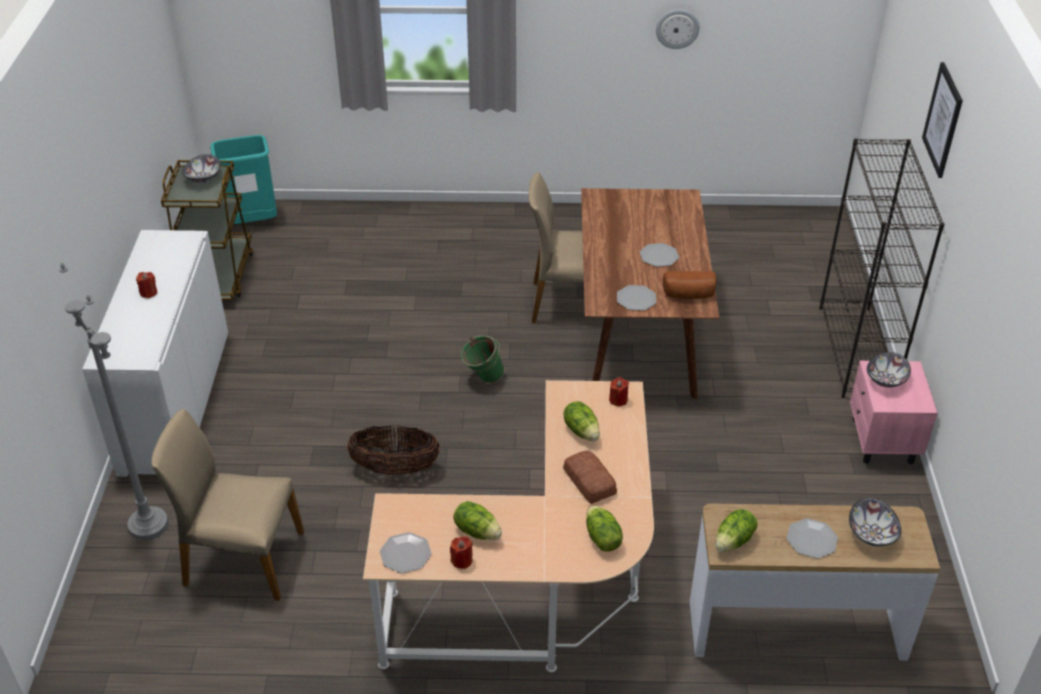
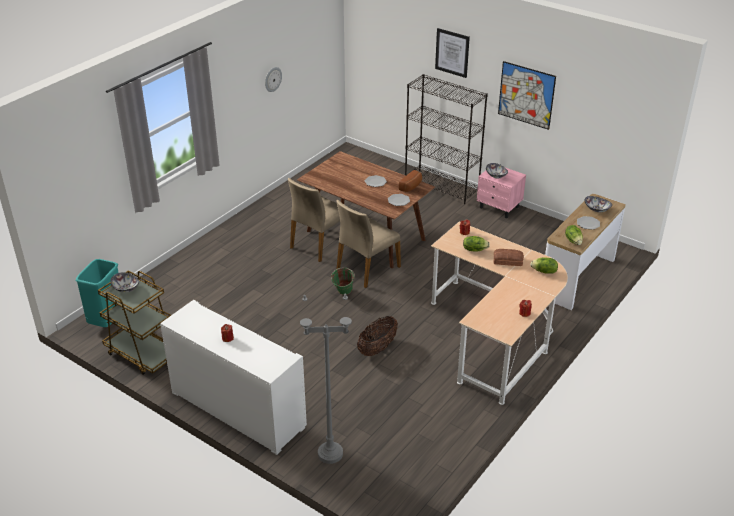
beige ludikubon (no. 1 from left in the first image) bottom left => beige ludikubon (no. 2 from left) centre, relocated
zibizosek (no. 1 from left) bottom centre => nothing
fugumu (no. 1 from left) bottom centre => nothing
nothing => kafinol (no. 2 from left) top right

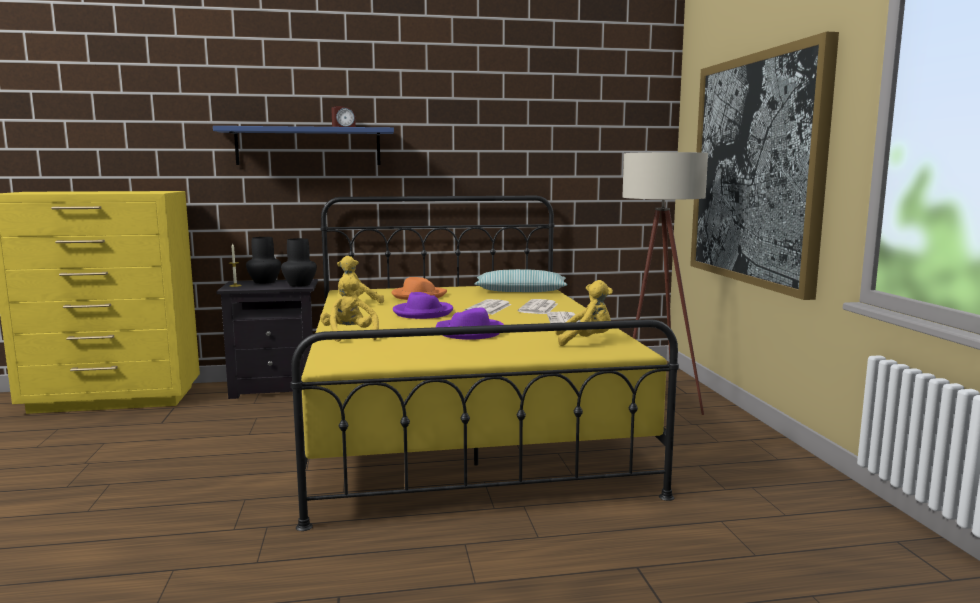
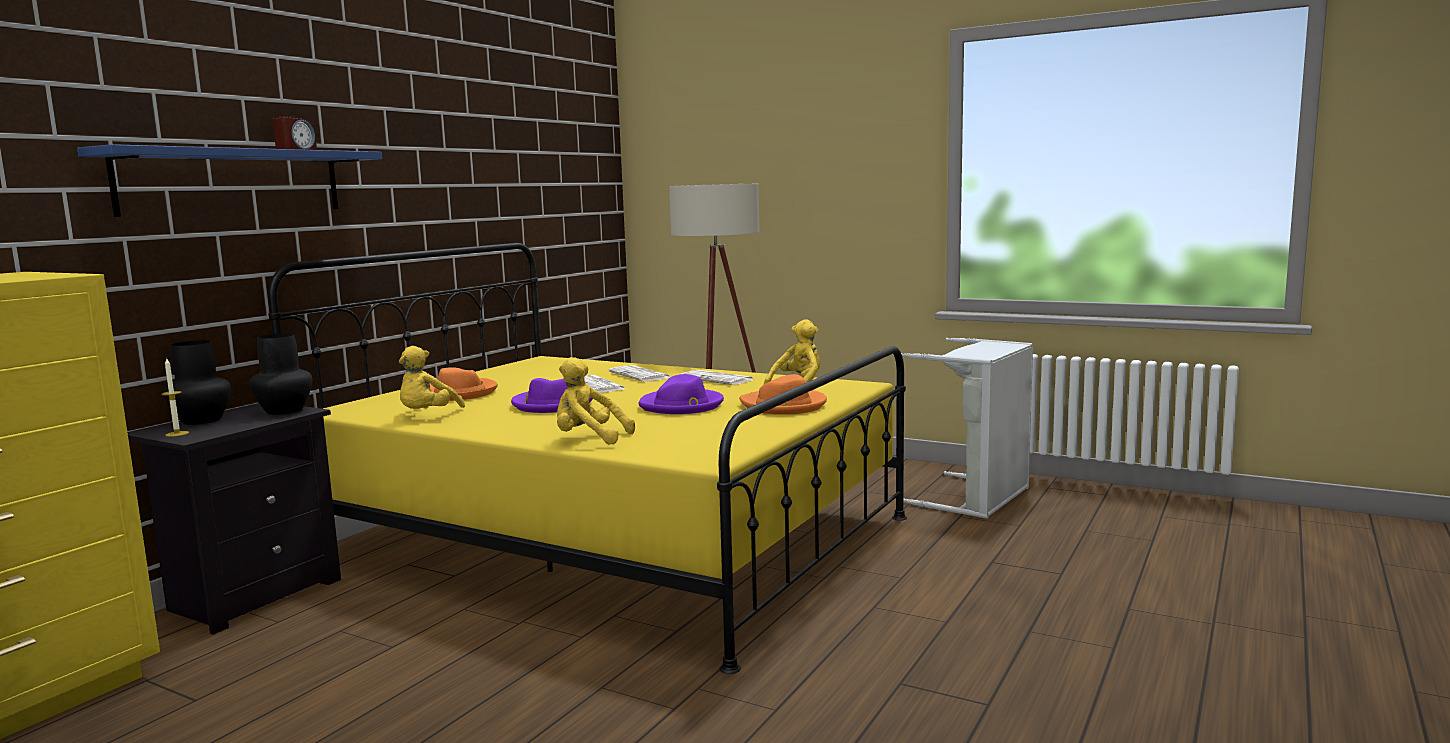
kafinol top right => nothing
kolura centre => nothing
nothing => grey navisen middle right
nothing => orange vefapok (no. 2 from left) centre

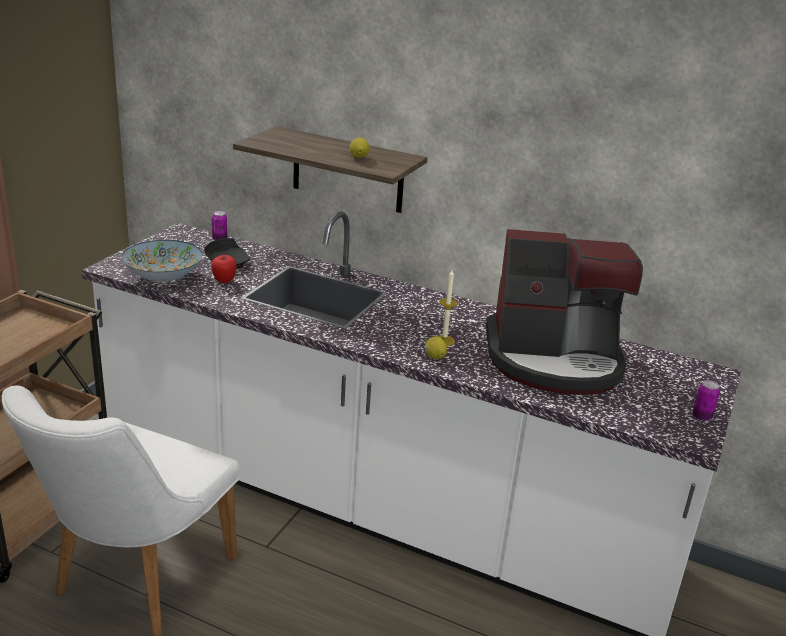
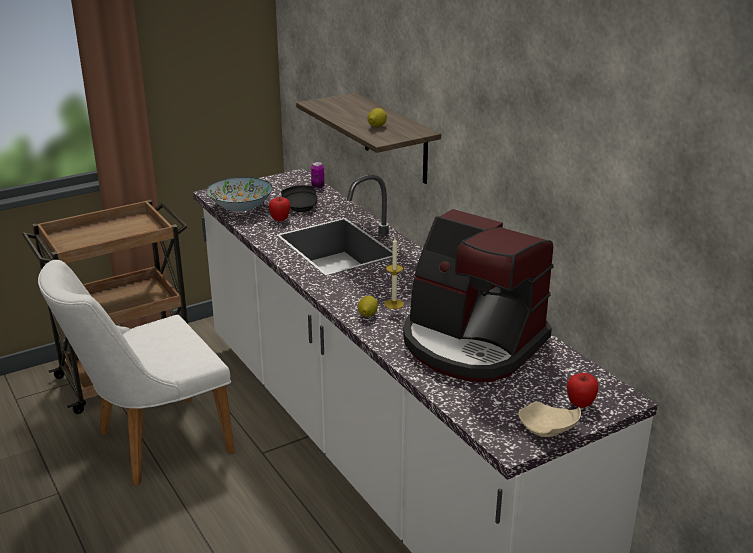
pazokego (no. 2 from left) middle right => beige fugumu bottom right
nothing => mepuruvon (no. 2 from left) bottom right

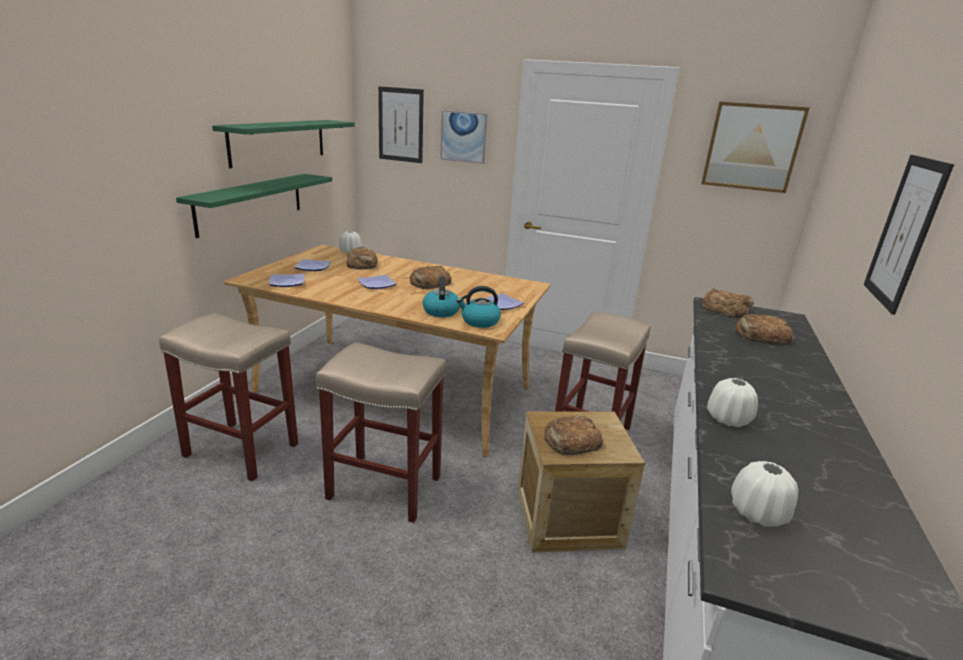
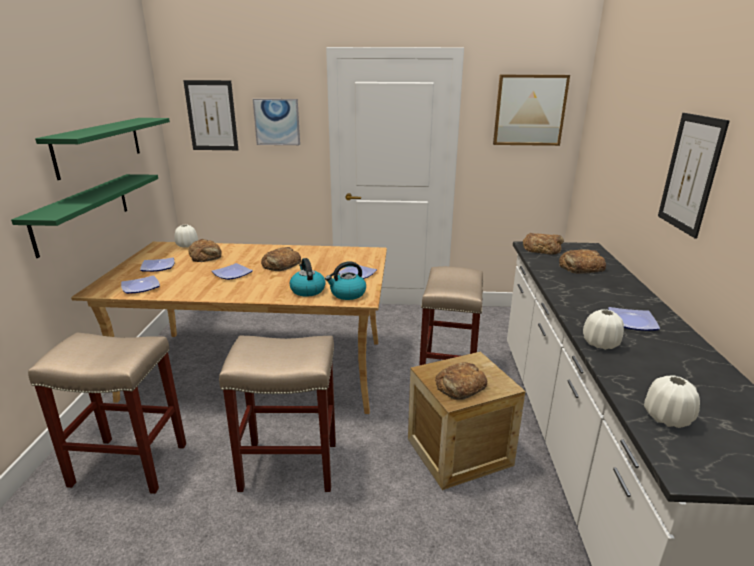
nothing => fugumu (no. 5 from left) middle right

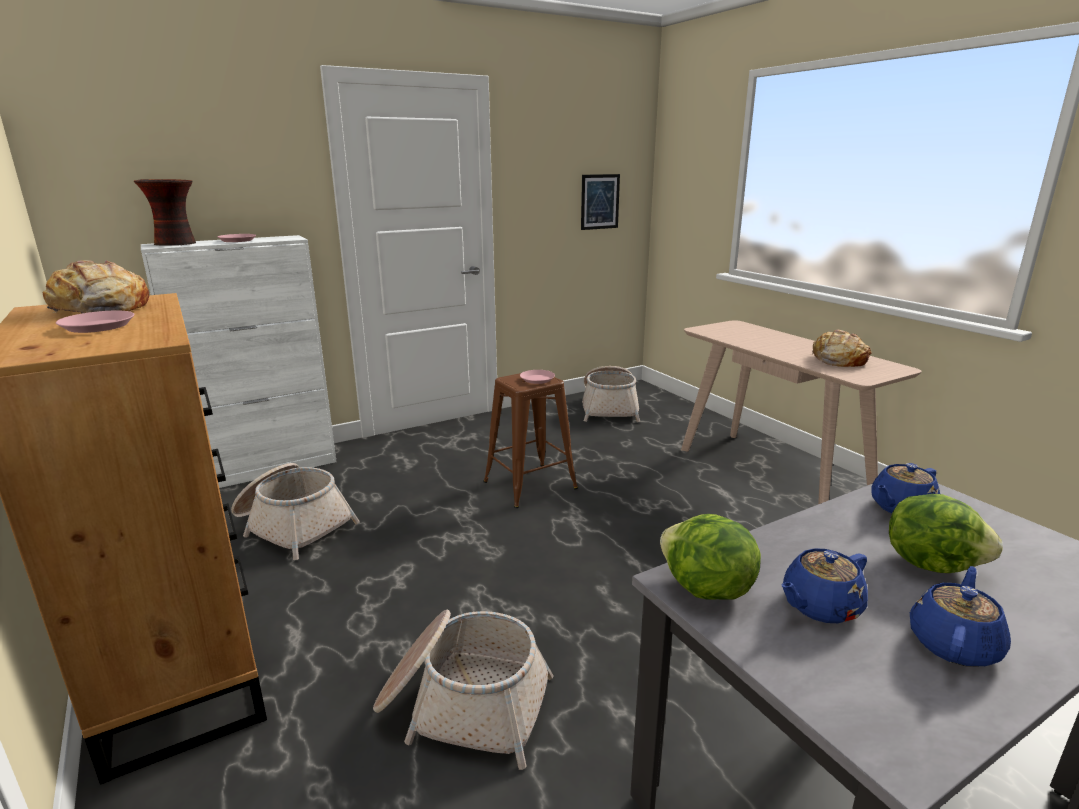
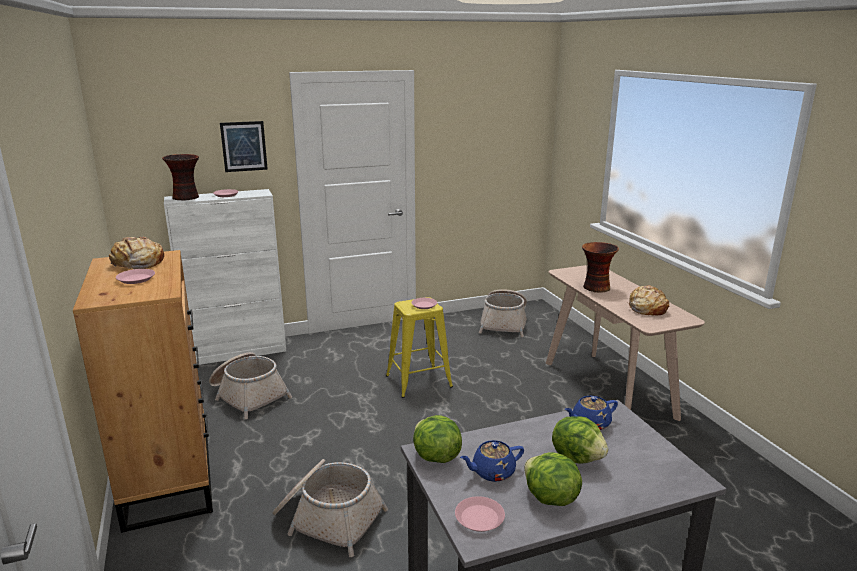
kafinol top centre => kafinol top left, relocated
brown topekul centre => yellow topekul centre
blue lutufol (no. 3 from left) bottom right => zibizosek (no. 2 from left) bottom centre
nothing => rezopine (no. 2 from left) middle right
nothing => pink fugumu (no. 4 from left) bottom centre

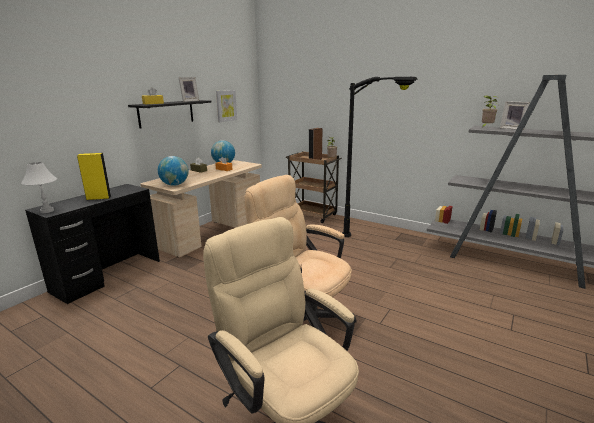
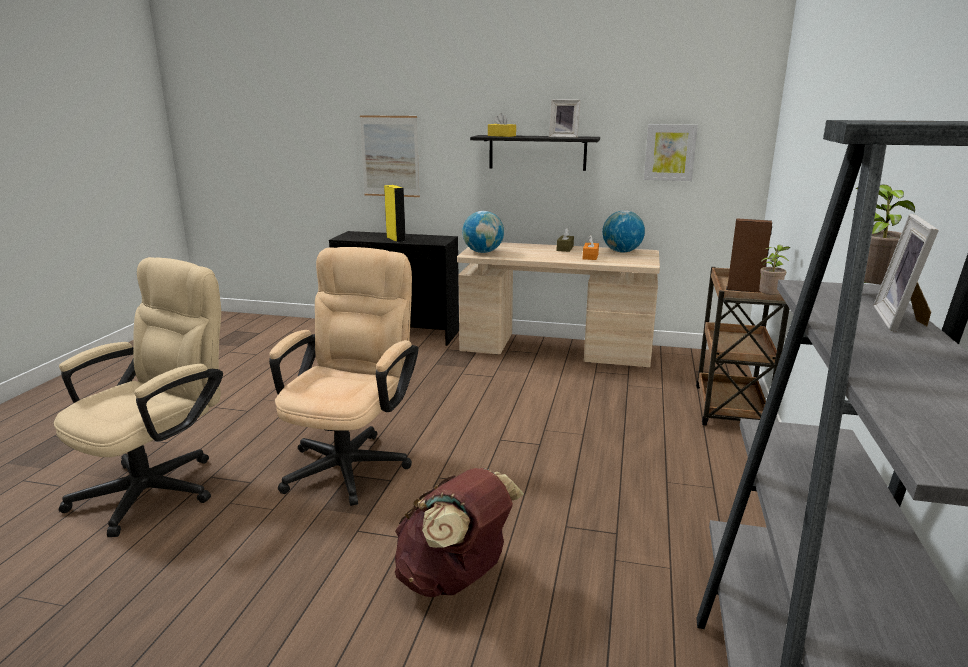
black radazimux centre => nothing
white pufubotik middle left => nothing
nothing => kafinol (no. 1 from left) top centre
nothing => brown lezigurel bottom centre

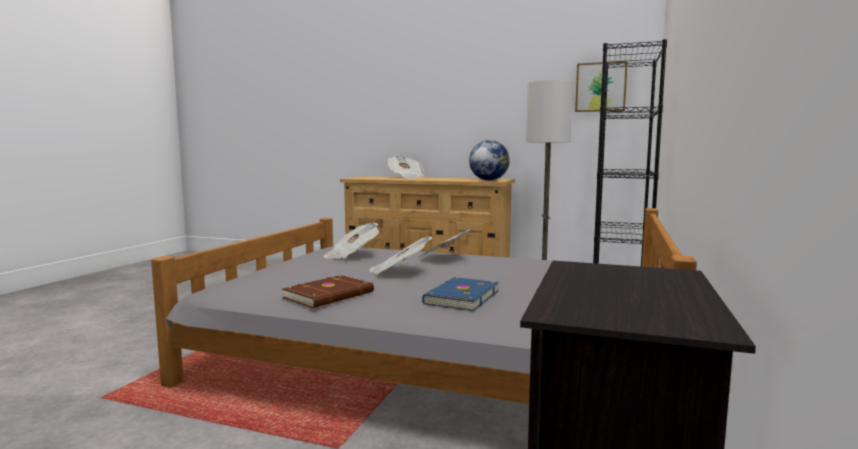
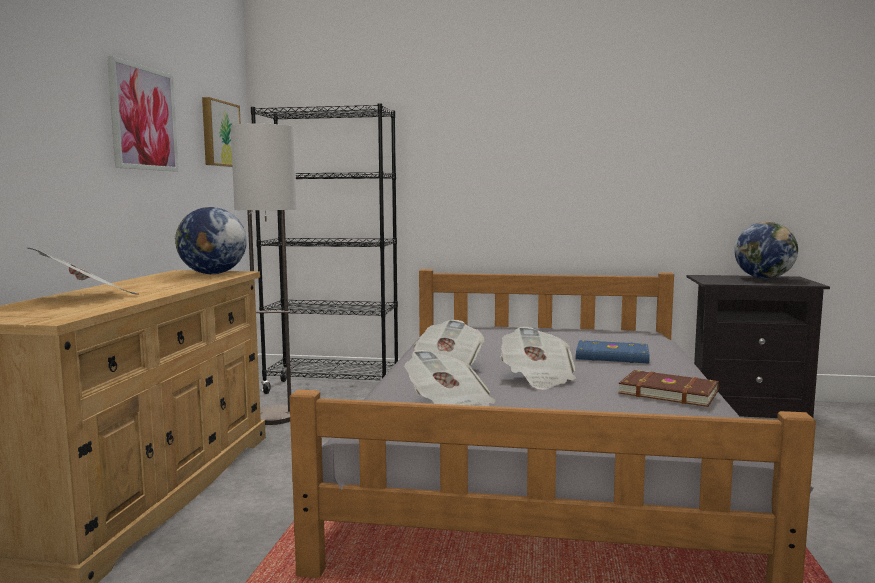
nothing => kafinol (no. 1 from left) top left
nothing => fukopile (no. 2 from left) middle right

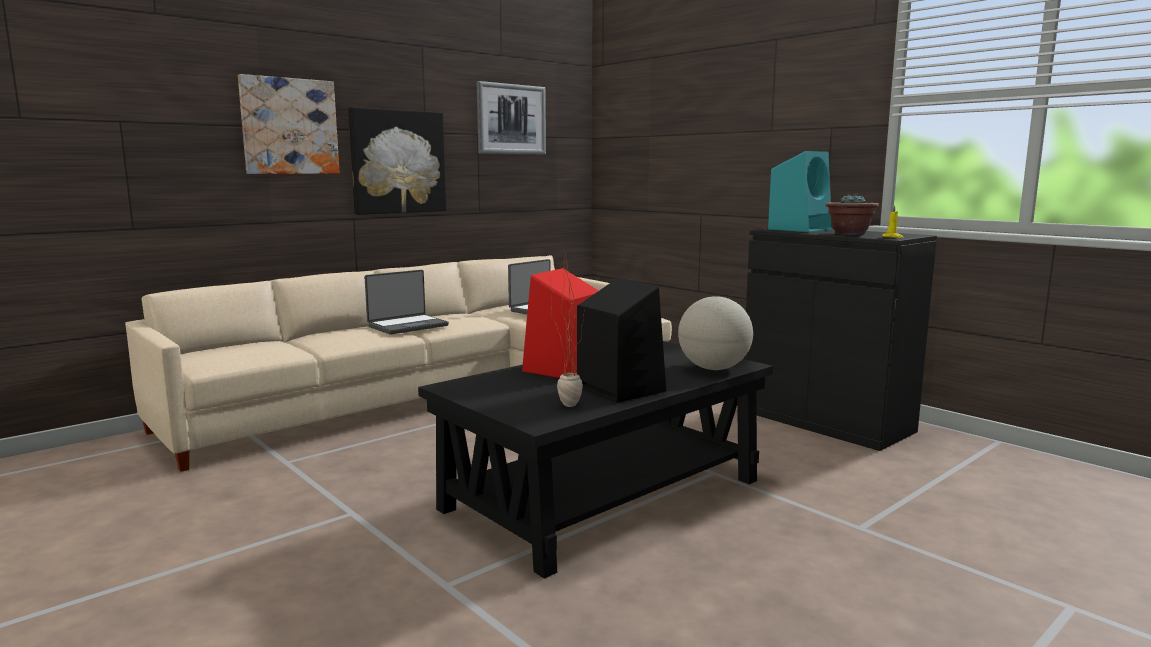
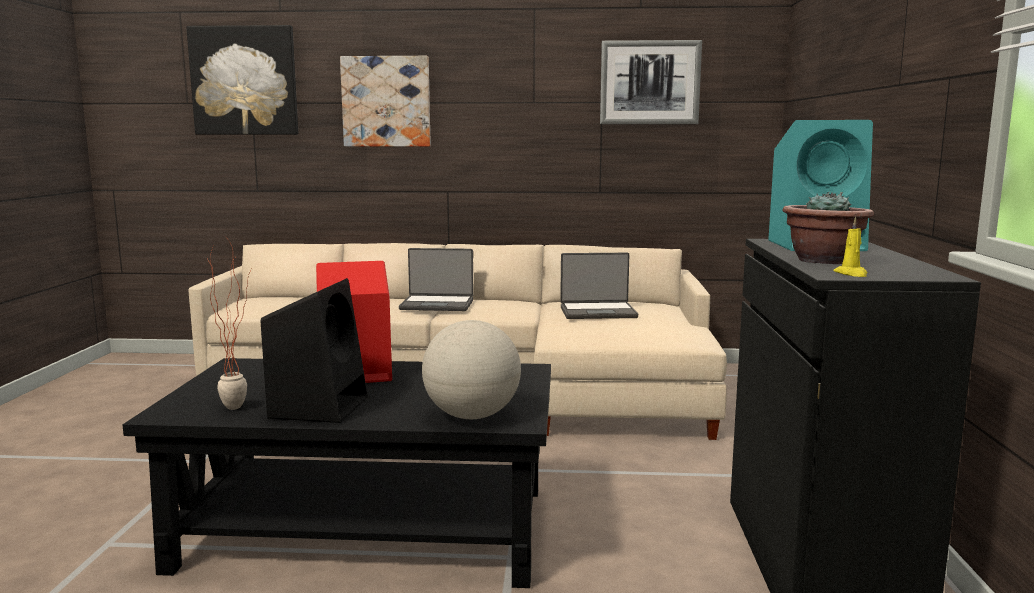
kafinol (no. 2 from left in the first image) top centre => kafinol (no. 1 from left) top left, relocated

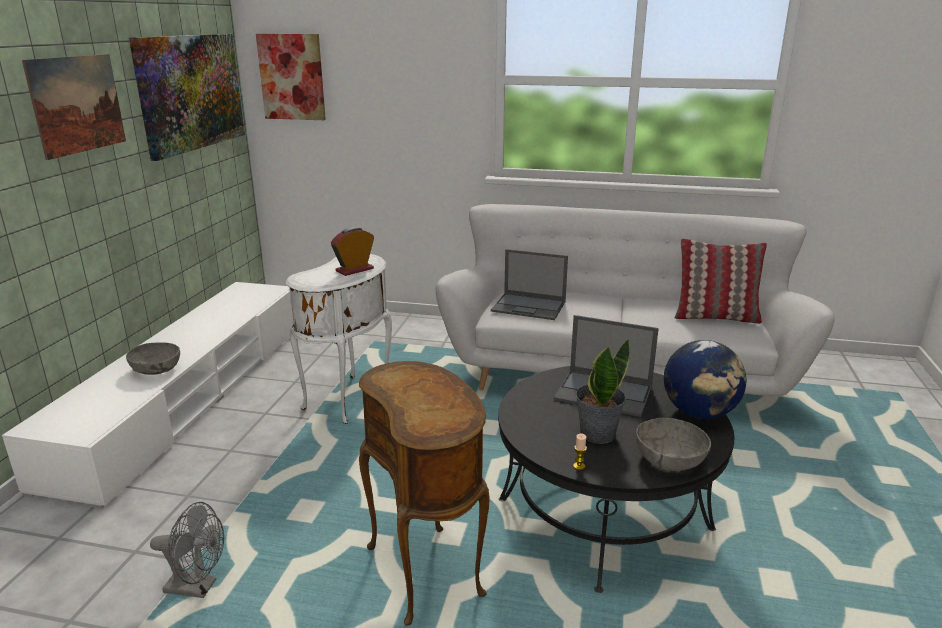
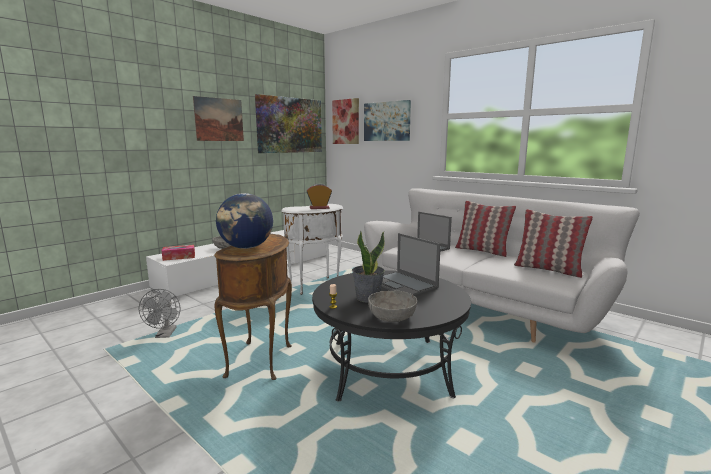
fukopile middle right => fukopile centre, relocated
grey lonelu bottom left => grey lonelu middle left, 45 degrees clockwise
nothing => kafinol (no. 4 from left) top centre
nothing => kolura (no. 1 from left) middle right
nothing => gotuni middle left

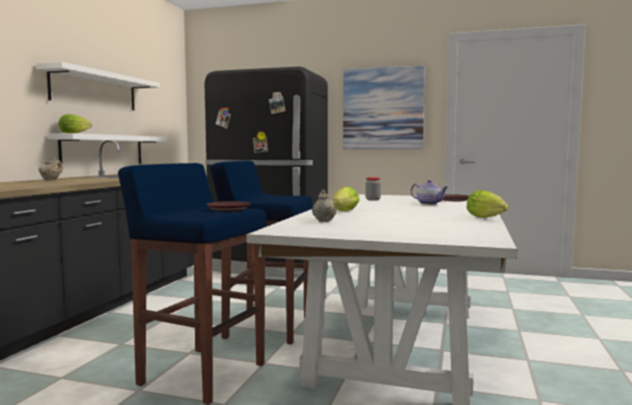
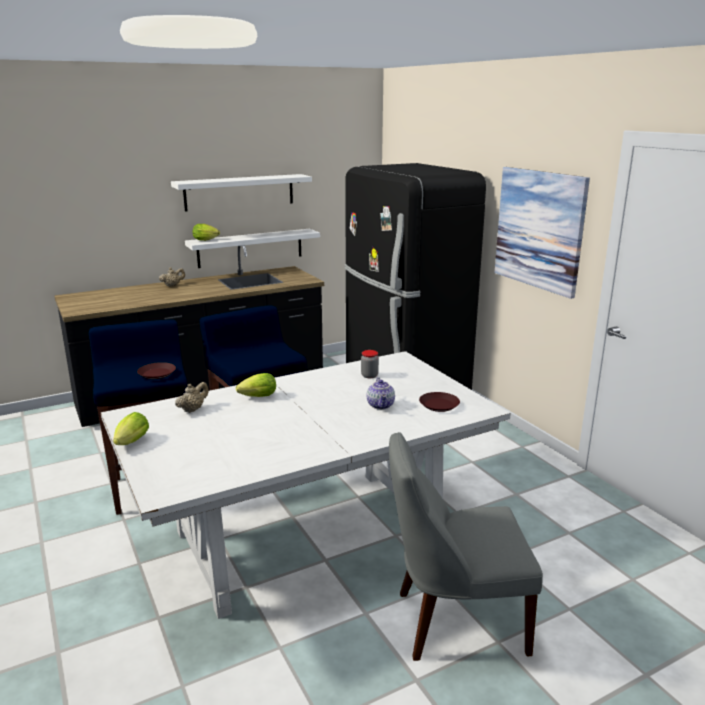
zibizosek (no. 3 from left in the first image) middle right => zibizosek (no. 1 from left) middle left, relocated
nothing => grey ludikubon bottom centre

